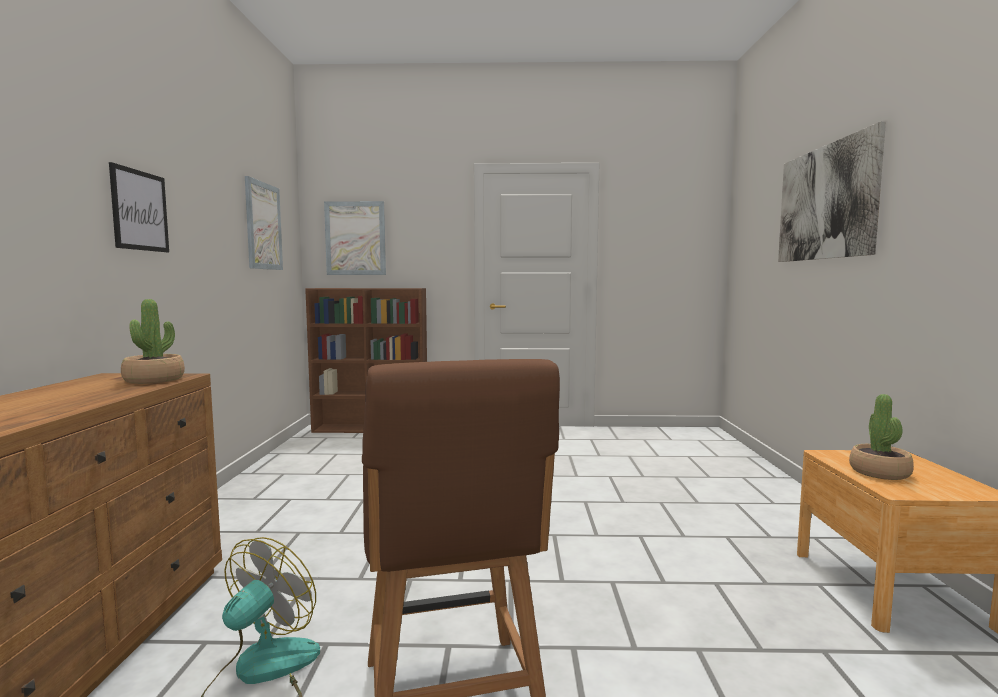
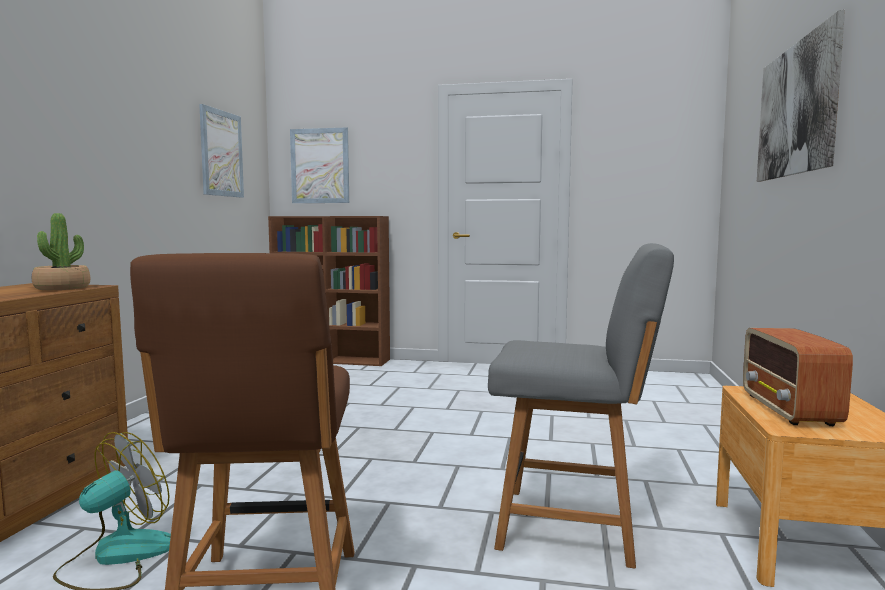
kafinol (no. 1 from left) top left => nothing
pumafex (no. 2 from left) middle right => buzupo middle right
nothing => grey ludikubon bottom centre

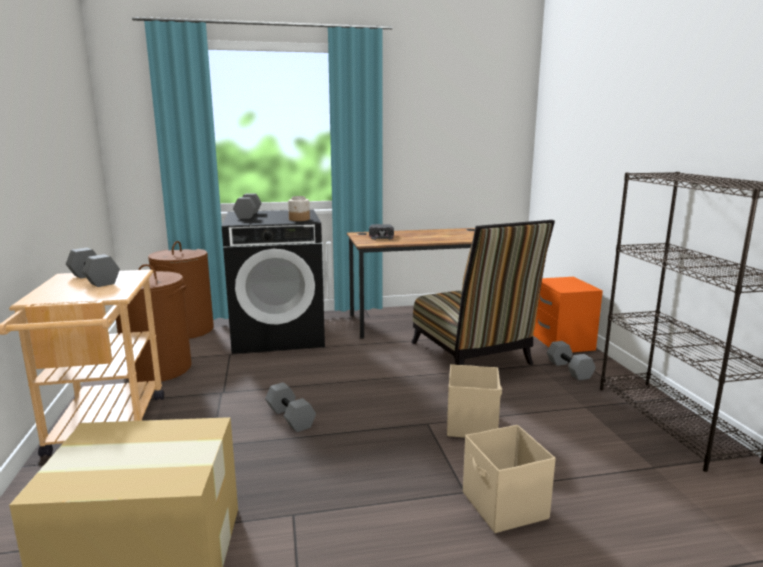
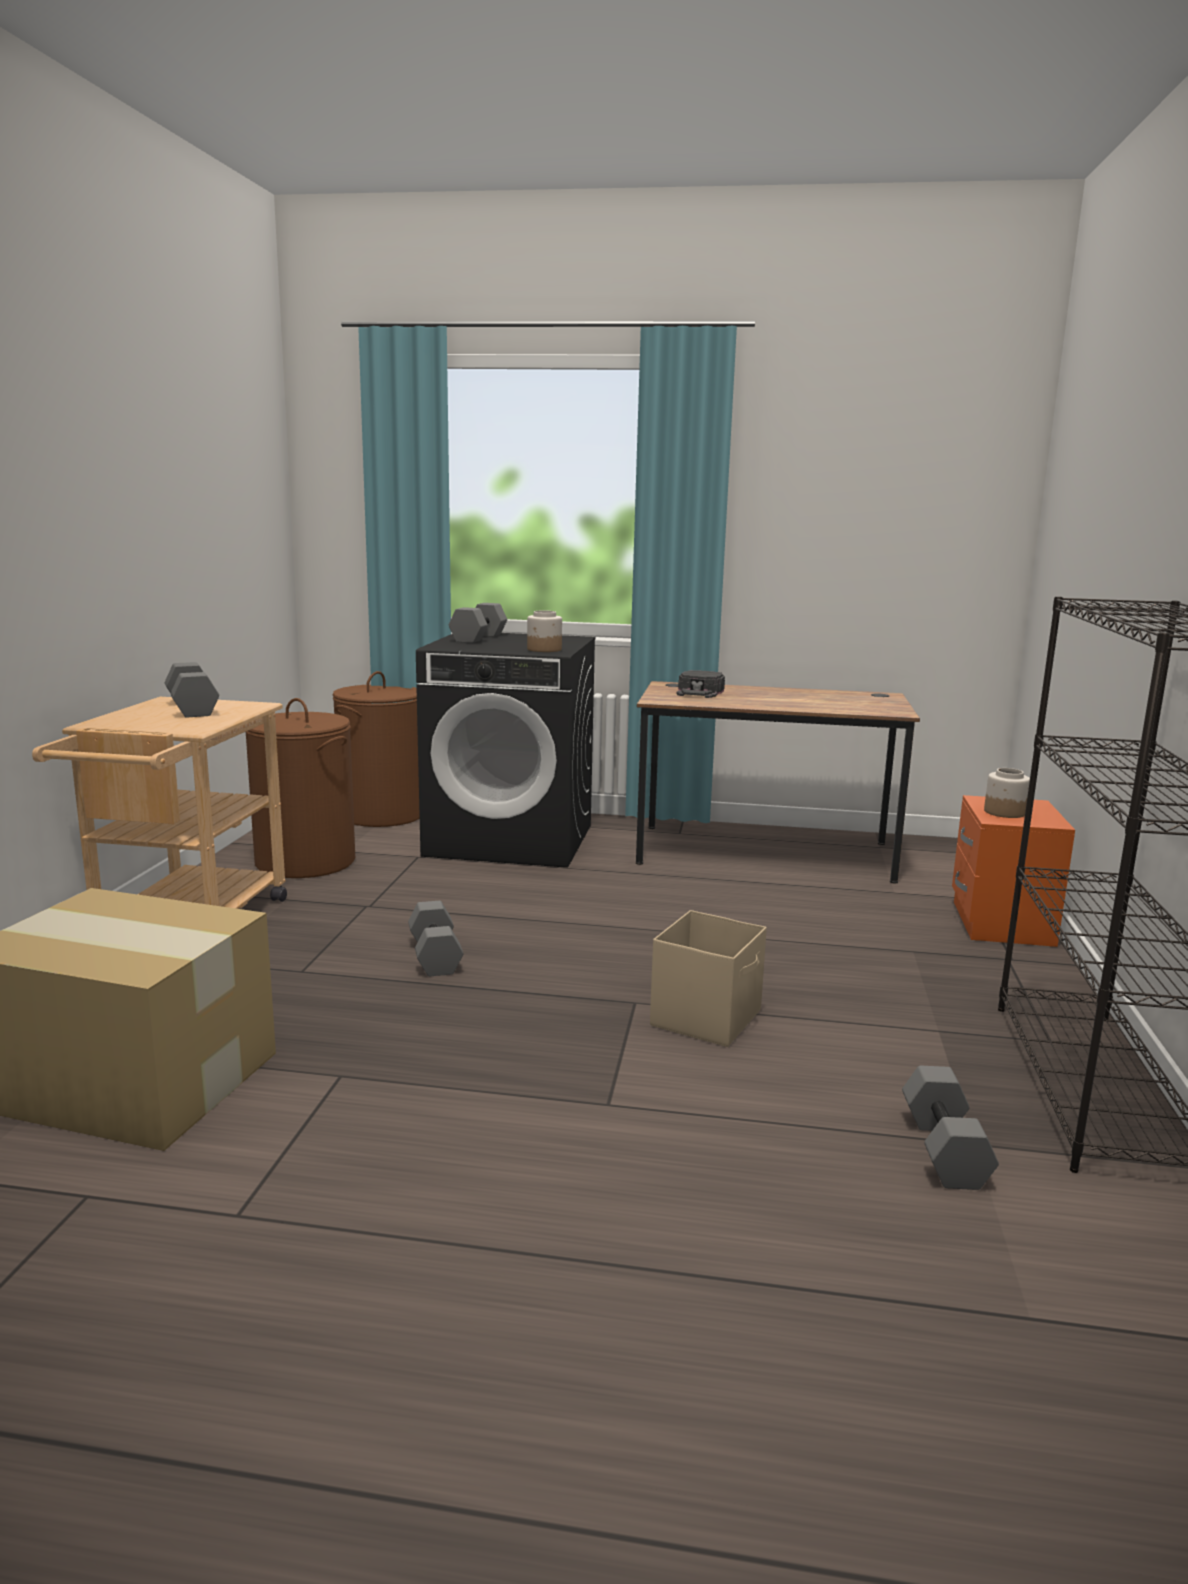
ludikubon centre => nothing
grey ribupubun (no. 4 from left) middle right => grey ribupubun (no. 4 from left) bottom right, relocated
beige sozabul (no. 2 from left) bottom right => nothing
nothing => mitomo (no. 2 from left) middle right

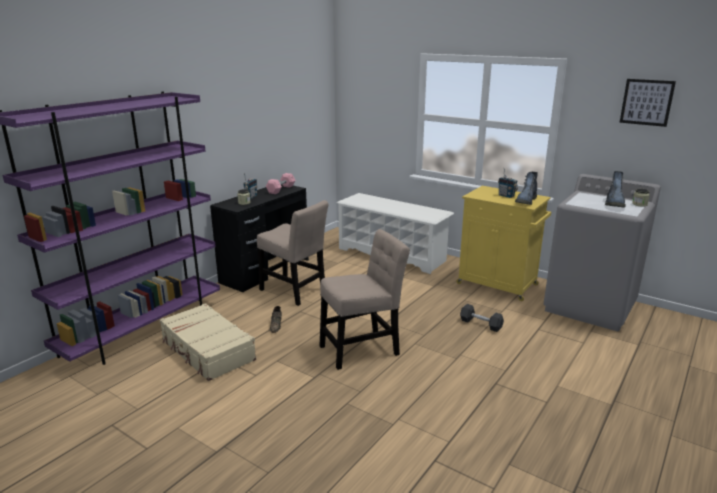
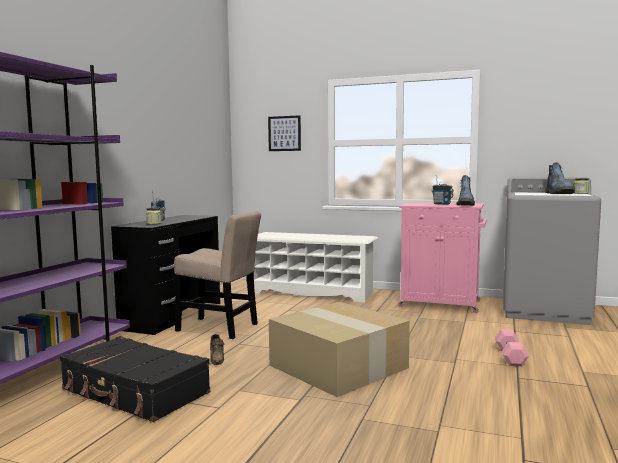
kafinol top right => kafinol top centre, relocated
pink ribupubun centre => pink ribupubun bottom right, relocated
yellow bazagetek middle right => pink bazagetek middle right
beige ludikubon (no. 2 from left) centre => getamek bottom centre
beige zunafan bottom left => black zunafan bottom left
grey ribupubun middle right => nothing

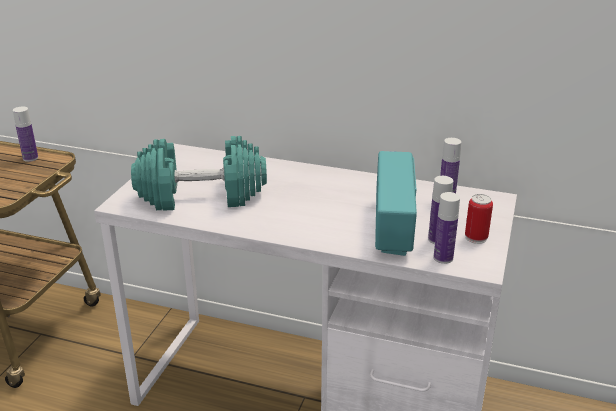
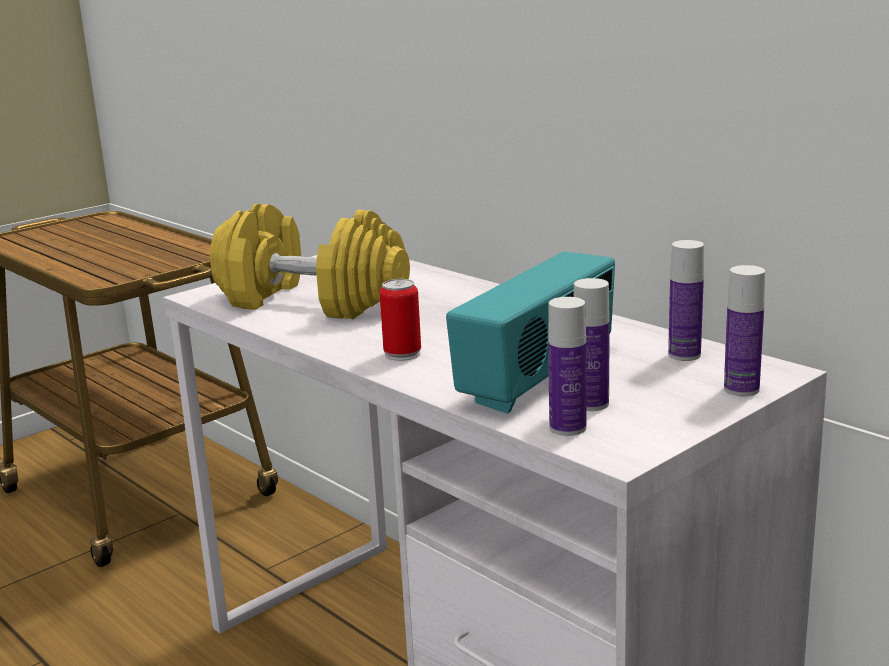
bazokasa (no. 1 from left in the first image) top left => bazokasa (no. 4 from left) middle right, relocated
turquoise ribupubun middle left => yellow ribupubun centre
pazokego middle right => pazokego centre, relocated

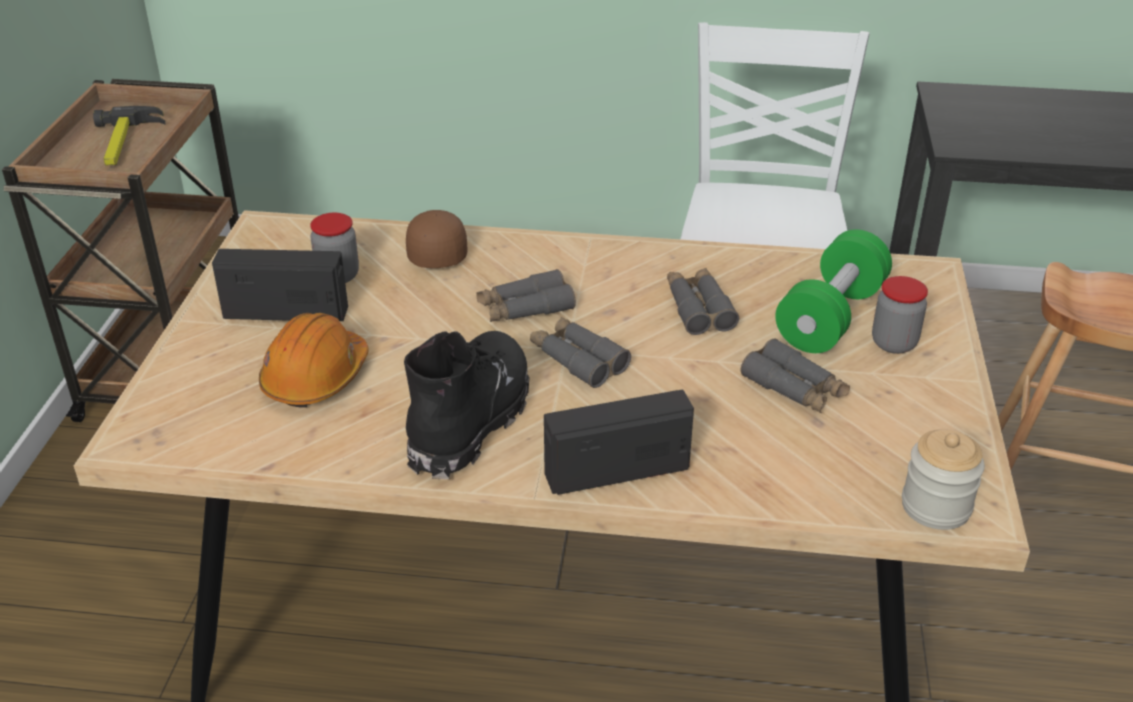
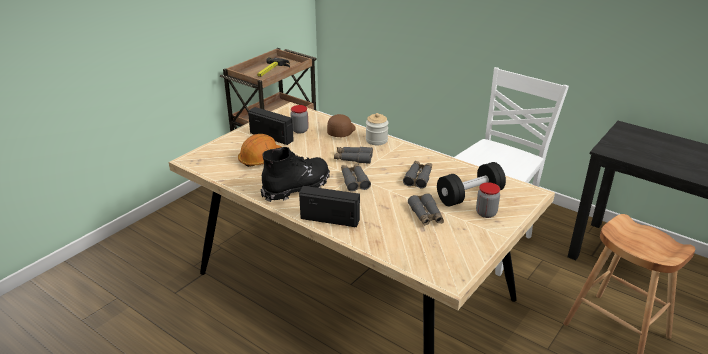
green ribupubun middle right => black ribupubun centre
mitomo (no. 3 from left in the first image) bottom right => mitomo (no. 2 from left) centre, relocated

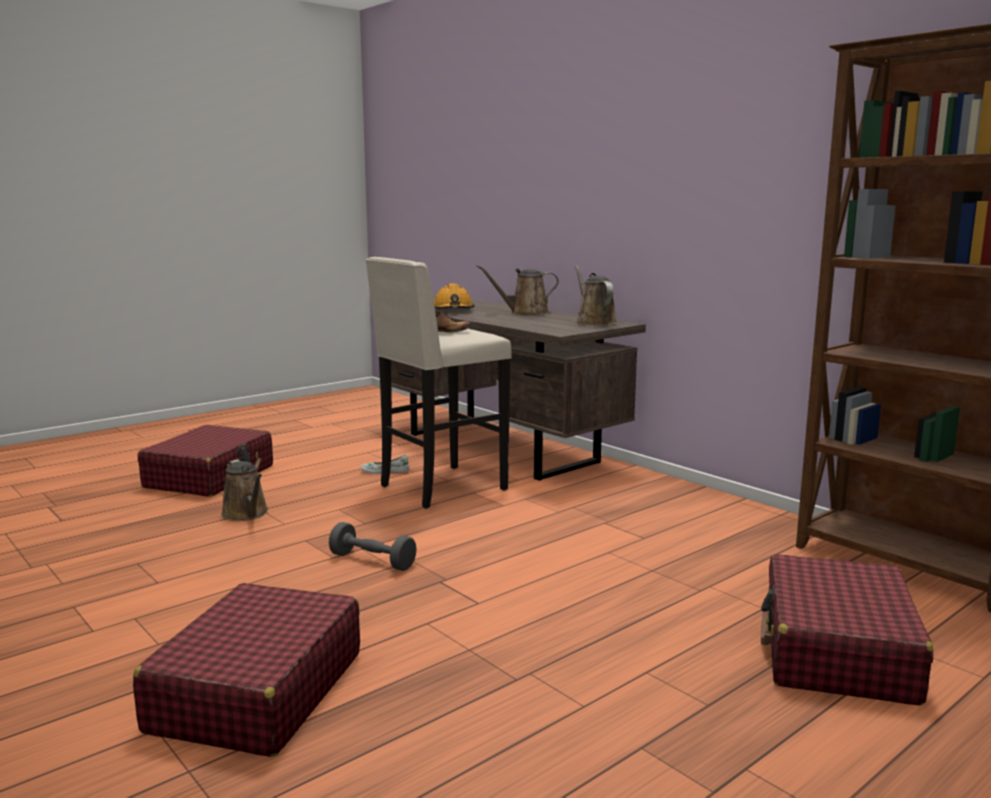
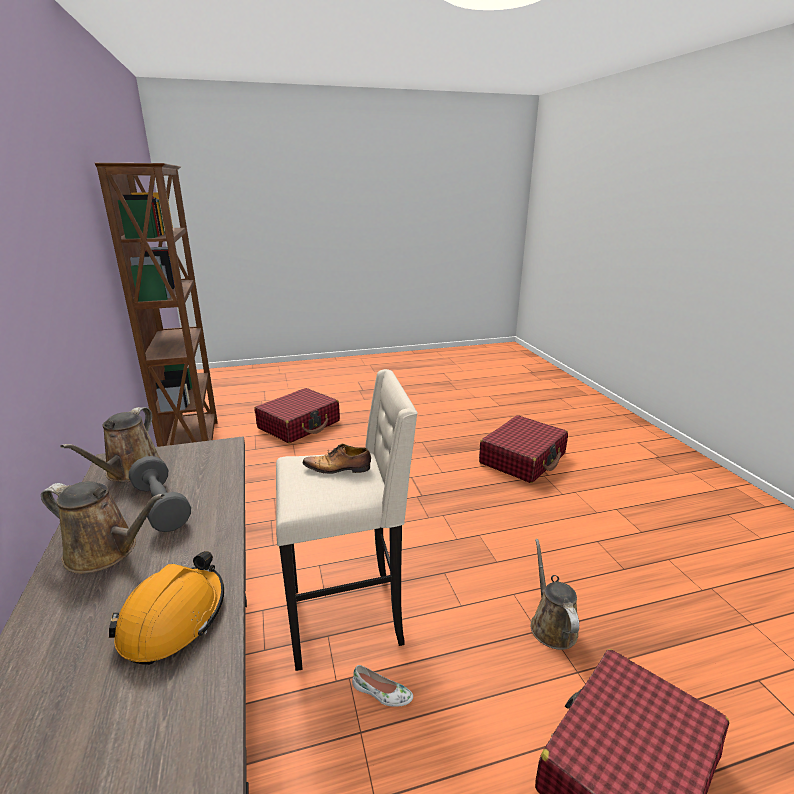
grey ribupubun bottom centre => grey ribupubun middle left, relocated

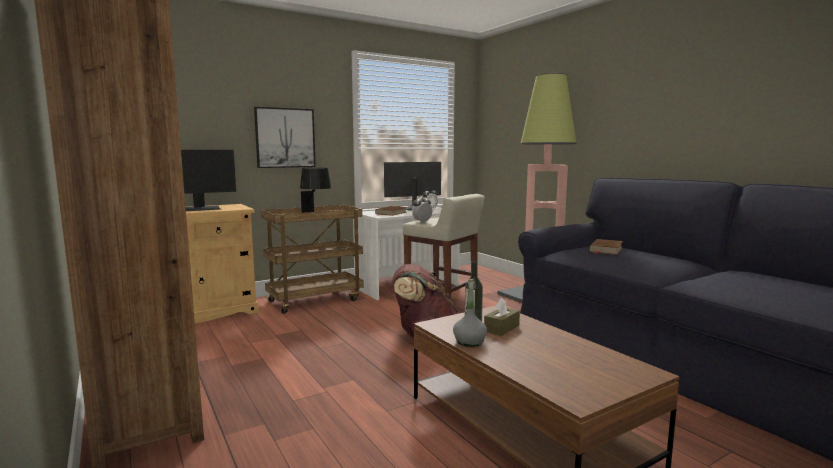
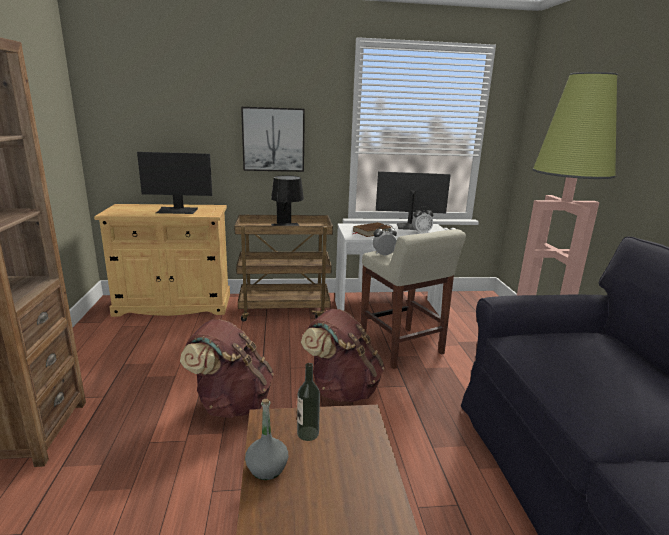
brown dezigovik (no. 2 from left) middle right => nothing
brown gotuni bottom centre => nothing
nothing => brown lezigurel (no. 1 from left) bottom centre

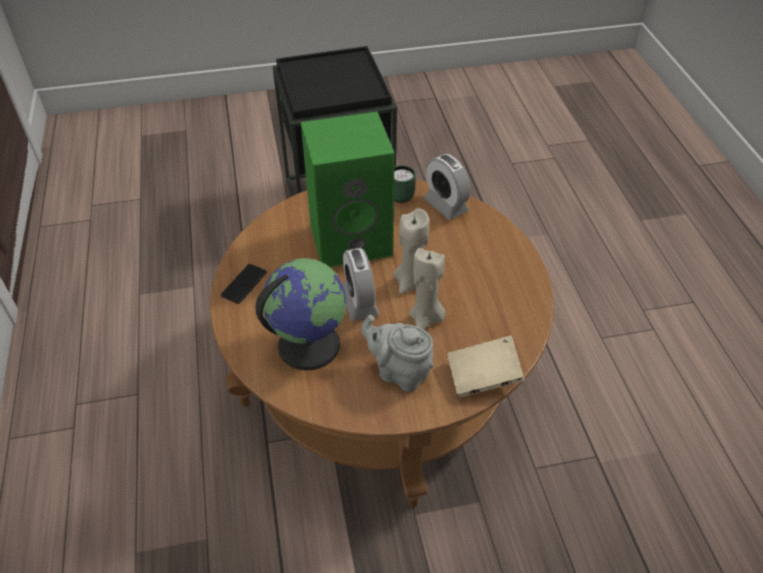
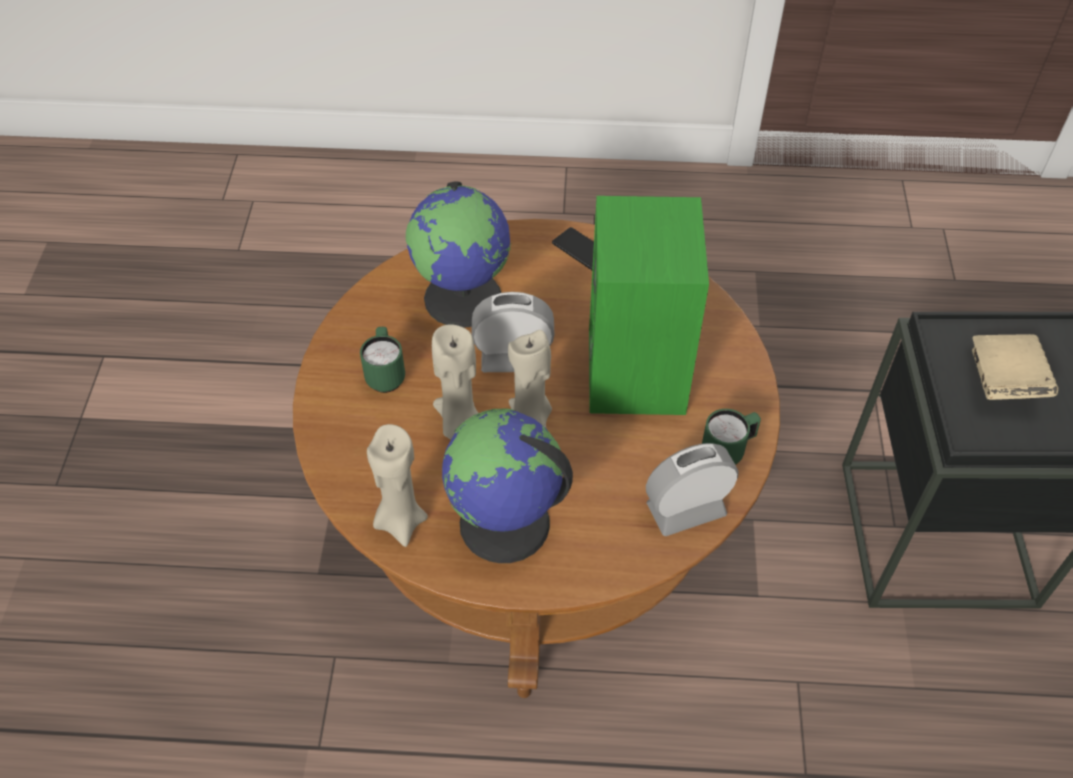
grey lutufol centre => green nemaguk (no. 1 from left) centre
beige dezigovik centre => beige dezigovik middle right, relocated
nothing => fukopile (no. 2 from left) centre
nothing => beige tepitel (no. 1 from left) centre

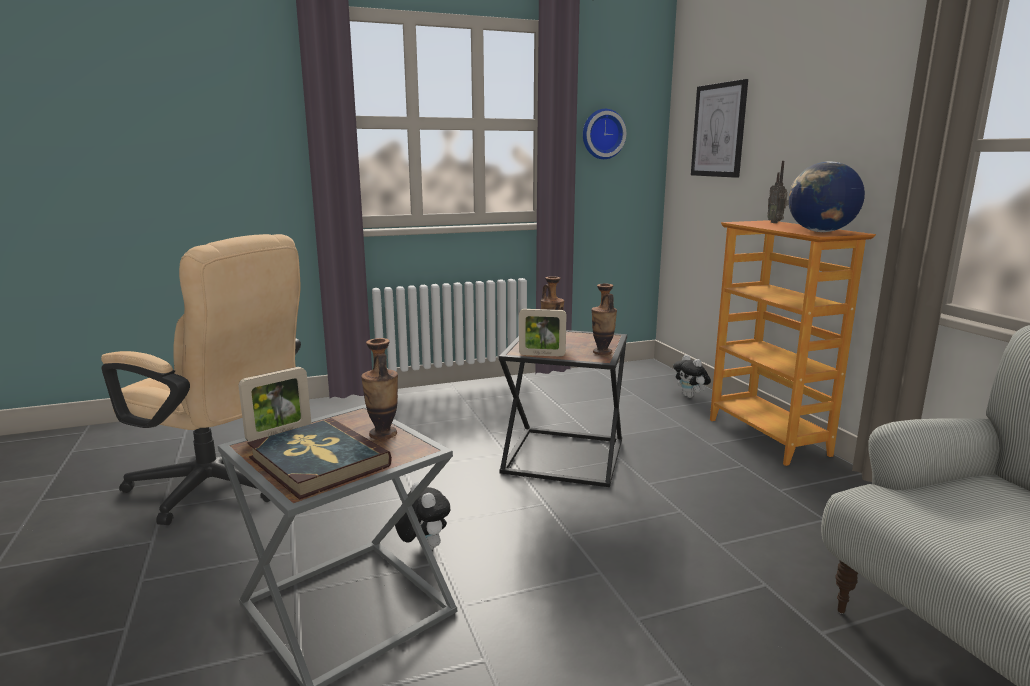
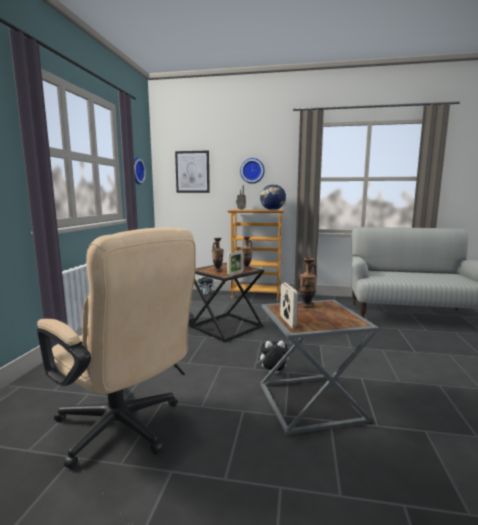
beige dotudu middle left, 75 degrees clockwise
dezigovik bottom left => nothing
nothing => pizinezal (no. 2 from left) top centre

